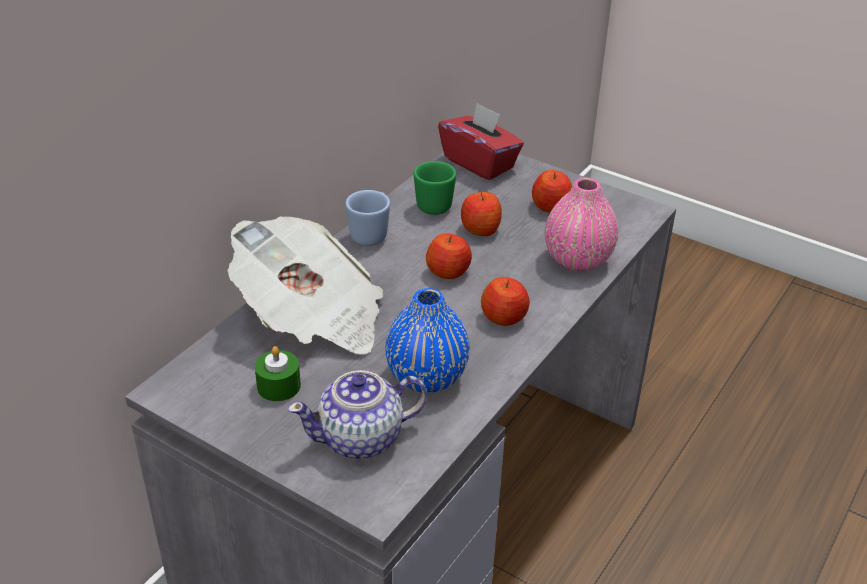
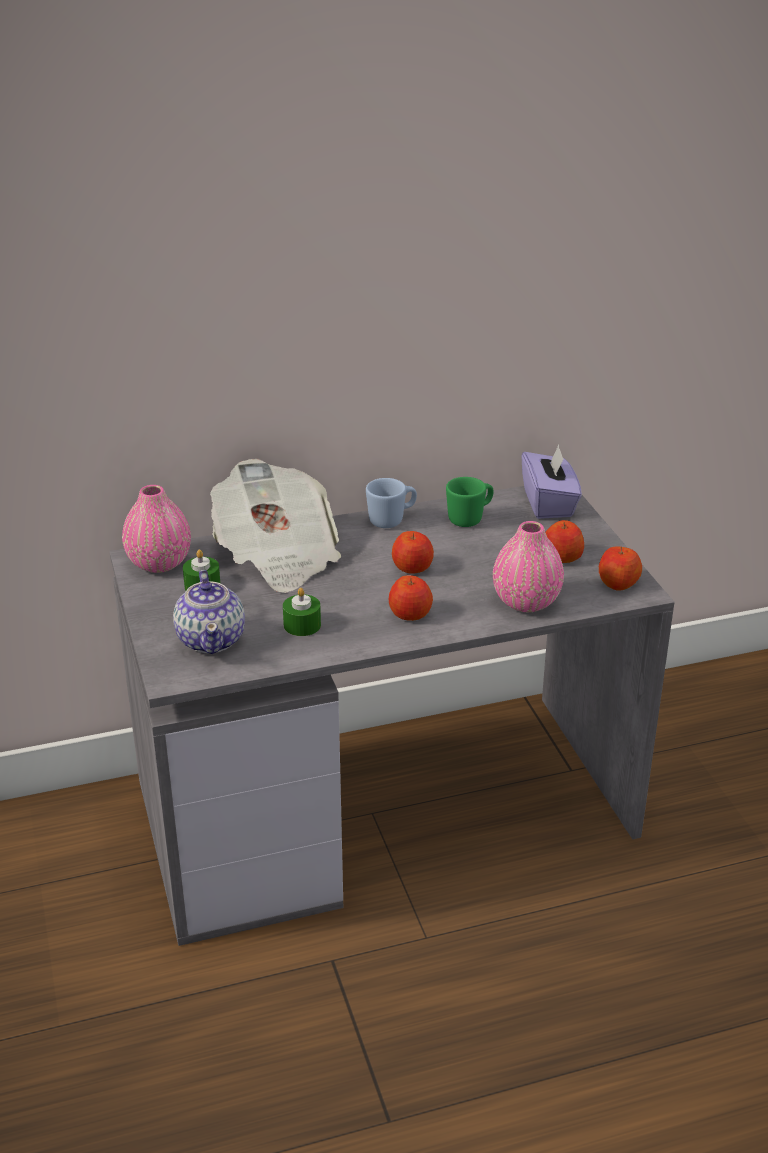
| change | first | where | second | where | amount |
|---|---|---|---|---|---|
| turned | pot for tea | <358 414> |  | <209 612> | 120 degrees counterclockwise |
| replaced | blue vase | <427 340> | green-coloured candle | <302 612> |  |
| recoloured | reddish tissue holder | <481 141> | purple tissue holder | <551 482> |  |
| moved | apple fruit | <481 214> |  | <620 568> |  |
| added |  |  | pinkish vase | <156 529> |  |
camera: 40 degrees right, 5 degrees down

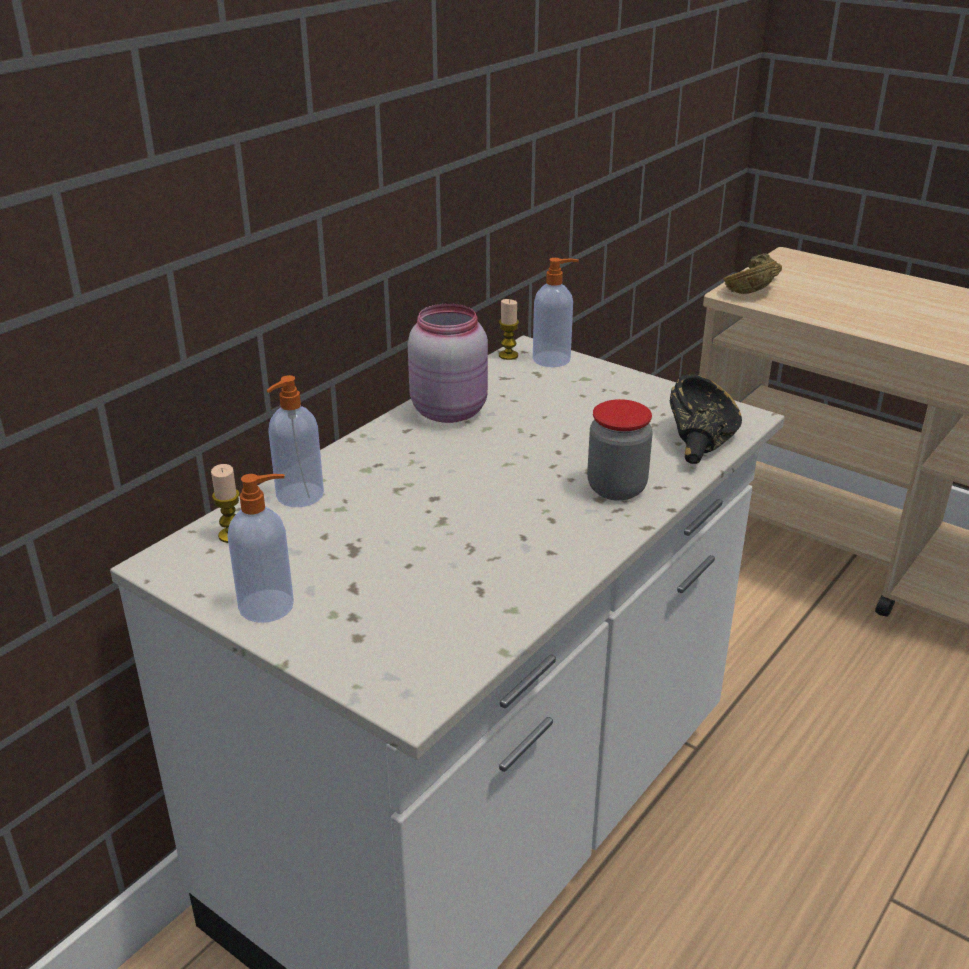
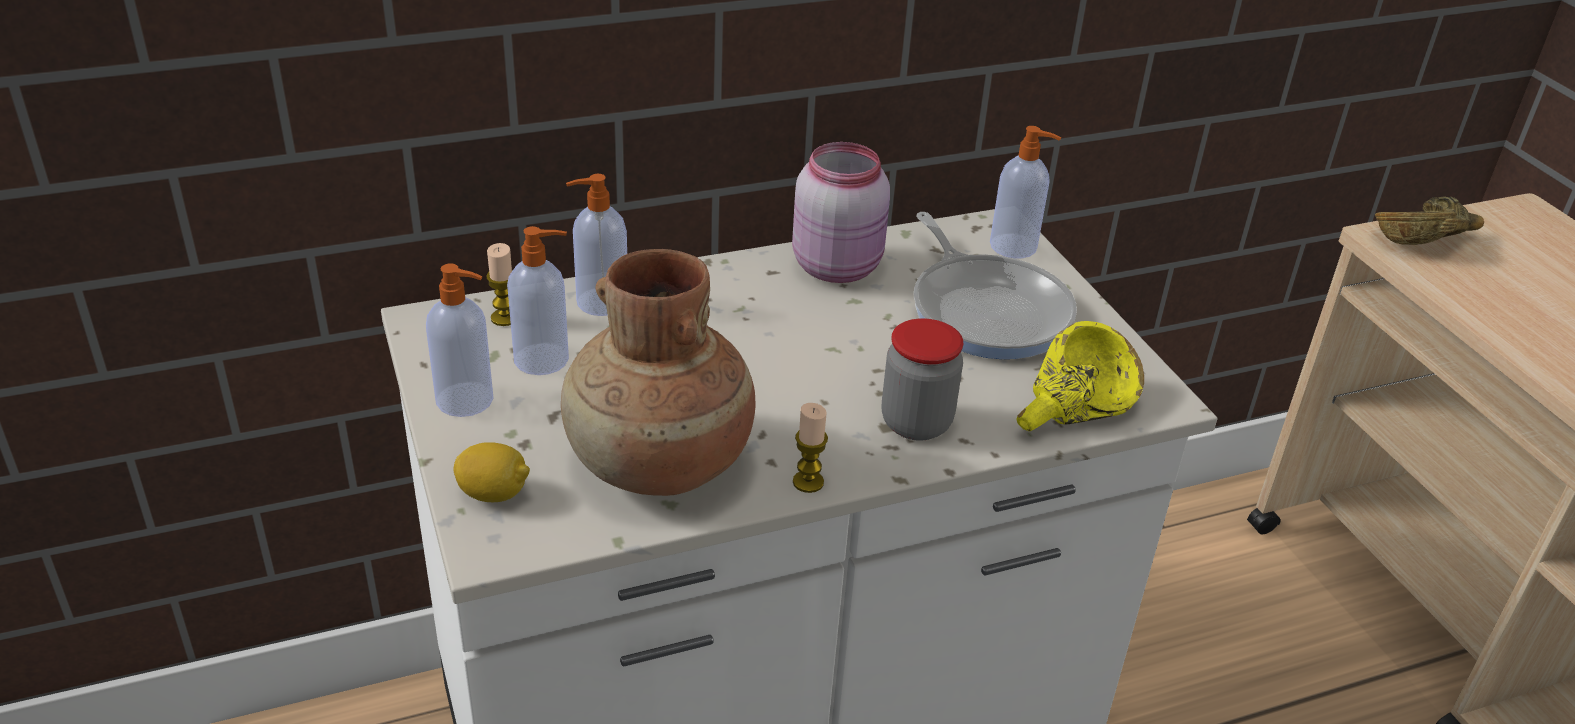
| change | first | where | second | where | amount |
|---|---|---|---|---|---|
| moved | candle | <509 329> |  | <810 448> |  |
| recoloured | black-coloured deep dish | <706 419> | yellow deep dish | <1080 376> |  |
| added |  |  | citrus fruit | <491 472> |  |
| added |  |  | liquid soap bottle | <538 300> |  |
| added |  |  | brownish vase | <658 372> |  |
| added |  |  | frying pan | <995 285> |  |
camera: 30 degrees right, 5 degrees up

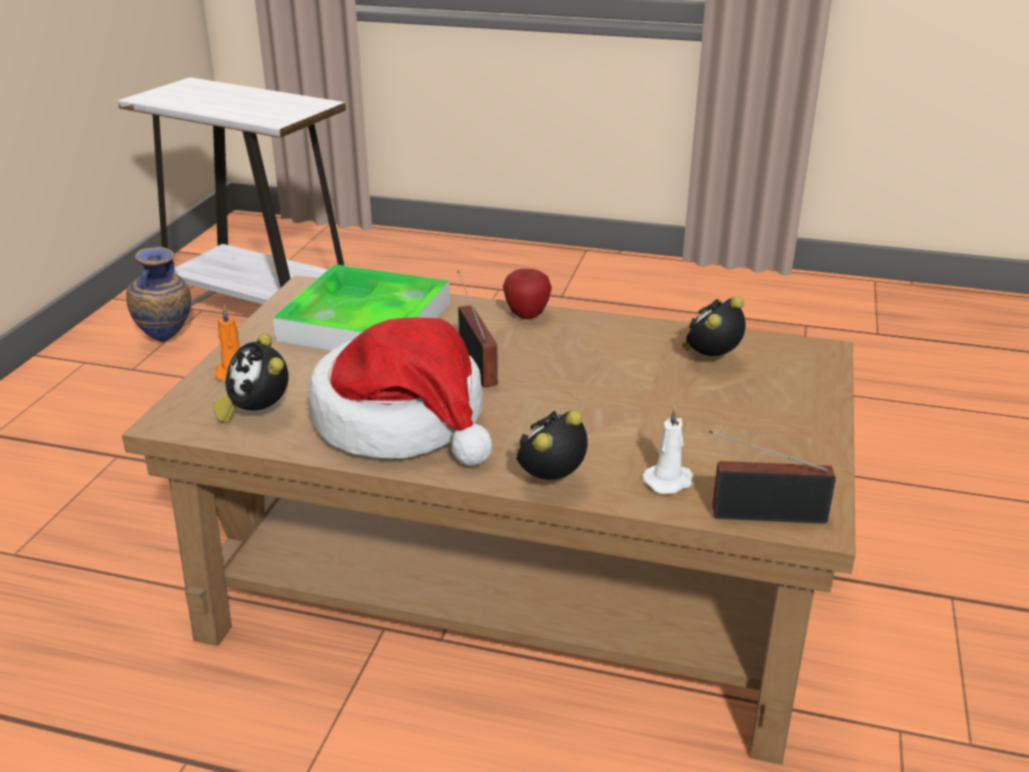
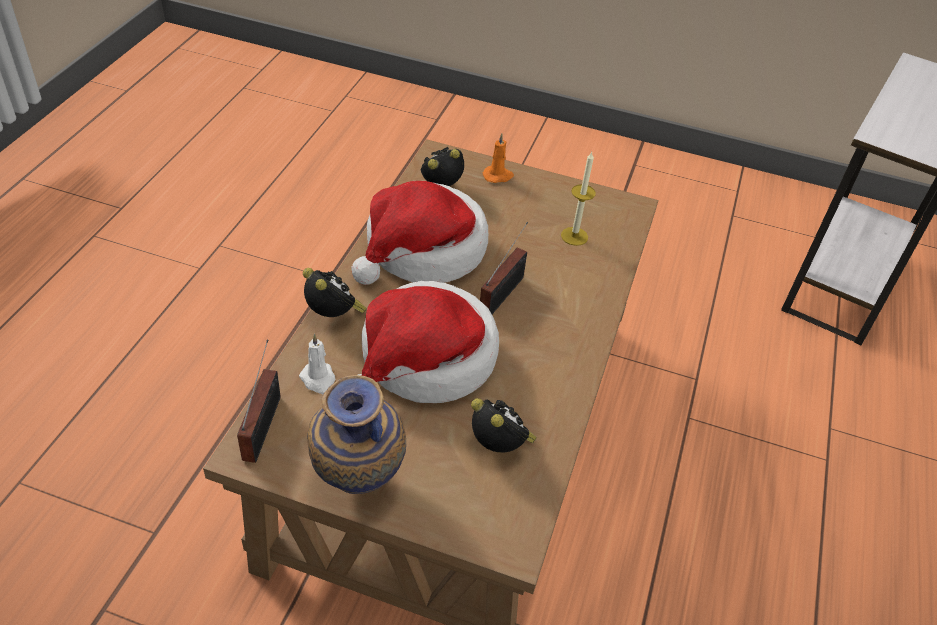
| change | first | where | second | where | amount |
|---|---|---|---|---|---|
| moved | vase | <158 294> |  | <356 434> |  |
| replaced | tray | <361 307> | candle | <578 199> |  |
| turned | radio | <478 328> |  | <504 268> | 45 degrees counterclockwise |
| removed | apple fruit | <527 294> |  |  |  |
| added |  |  | hat | <428 342> |  |
camera: 90 degrees right, 15 degrees up

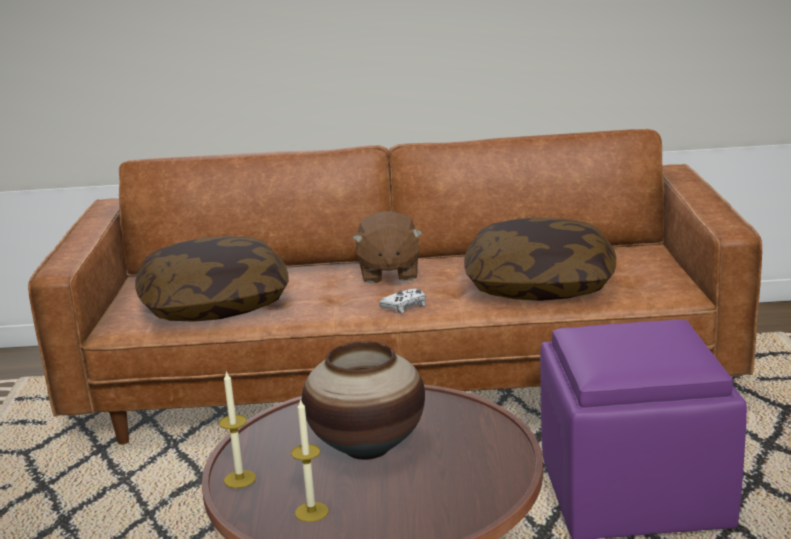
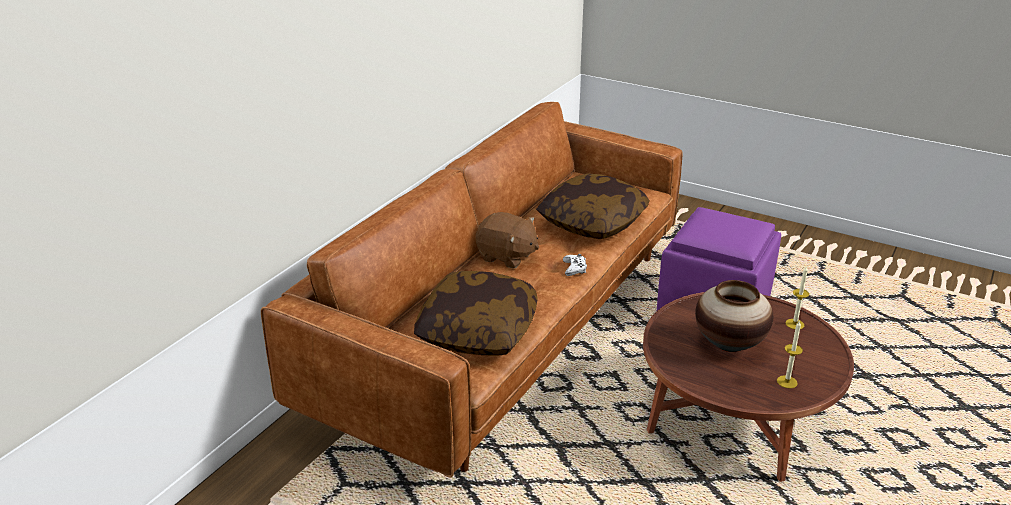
| change | first | where | second | where | amount |
|---|---|---|---|---|---|
| moved | candle | <237 429> |  | <797 297> |  |
camera: 60 degrees left, 10 degrees up

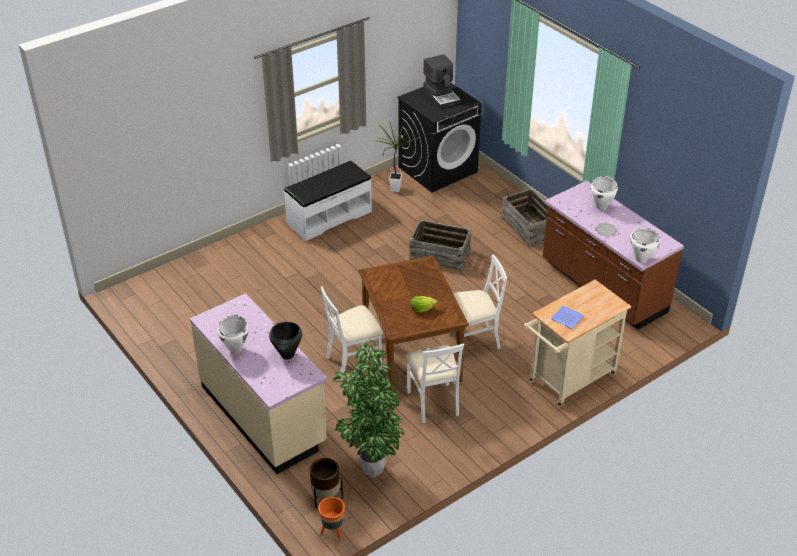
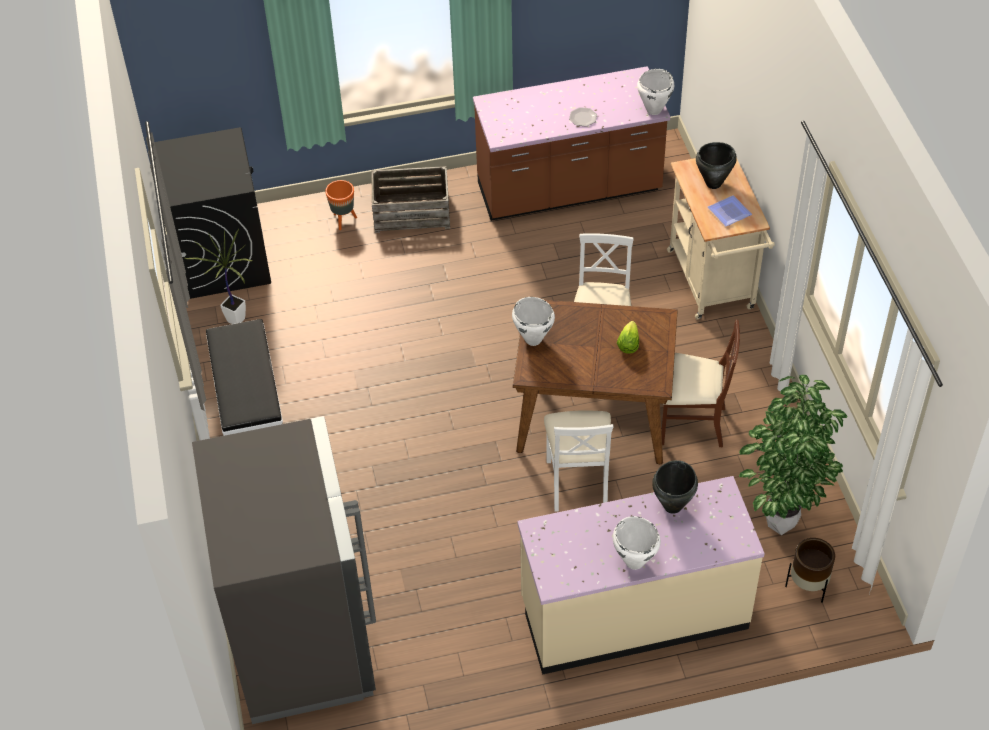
| change | first | where | second | where | amount |
|---|---|---|---|---|---|
| moved | orangey planter | <331 518> |  | <341 205> |  |
| recoloured | white upright chair | <435 383> | brownish upright chair | <700 383> |  |
| removed | packing crate | <440 246> |  |  |  |
| removed | coffee brewer | <442 81> |  |  |  |
| moved | white cooking pot | <604 193> |  | <533 321> |  |
| added |  |  | greyish kitchen fridge | <284 570> |  |
| added |  |  | black-coloured cooking pot | <716 165> |  |
camera: 65 degrees left, 10 degrees up

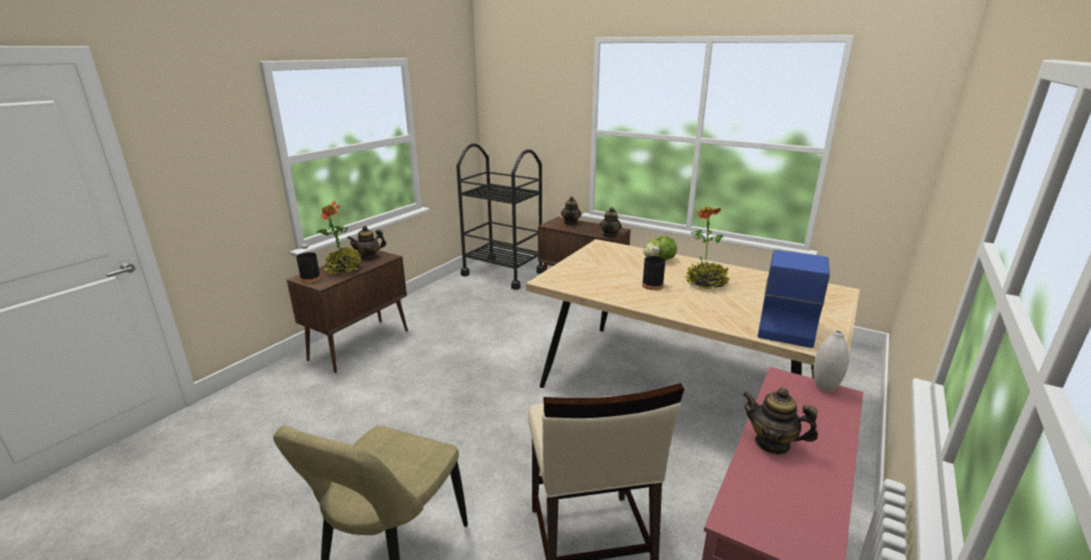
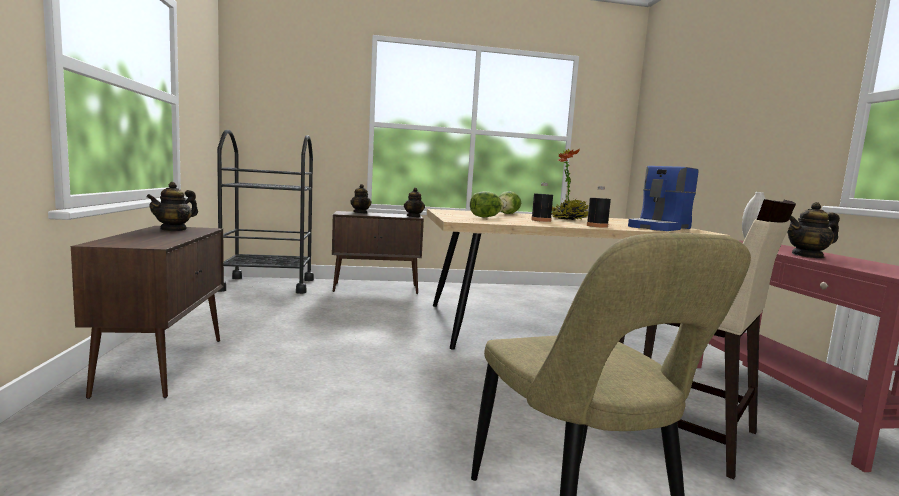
| change | first | where | second | where | amount |
|---|---|---|---|---|---|
| moved | black-coloured drink bottle | <308 263> |  | <599 207> |  |
| removed | houseplant | <339 237> |  |  |  |
| turned | coffee brewer | <794 299> |  | <663 198> | 120 degrees counterclockwise |
| added |  |  | head of lettuce | <487 204> |  |
camera: 40 degrees left, 15 degrees down

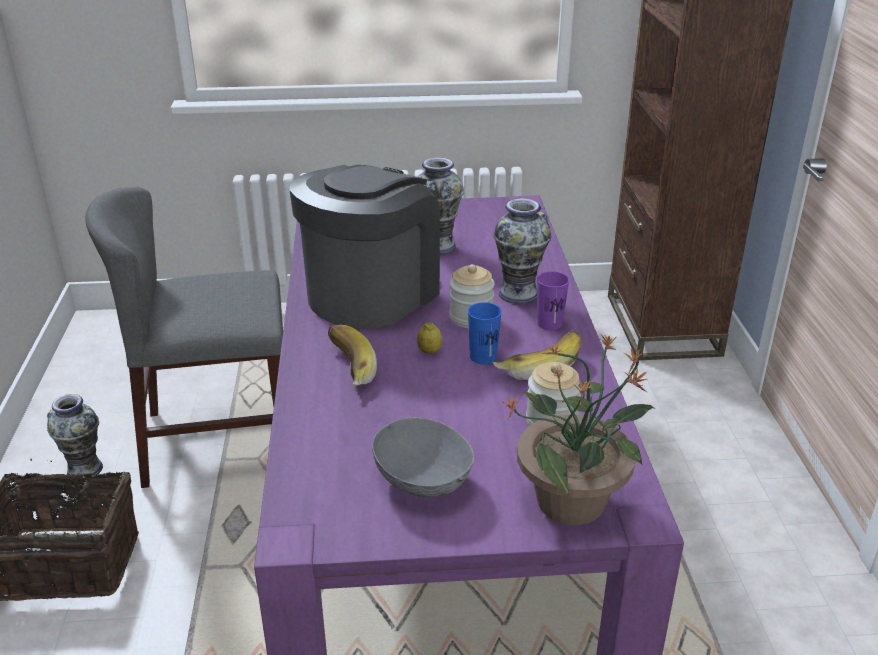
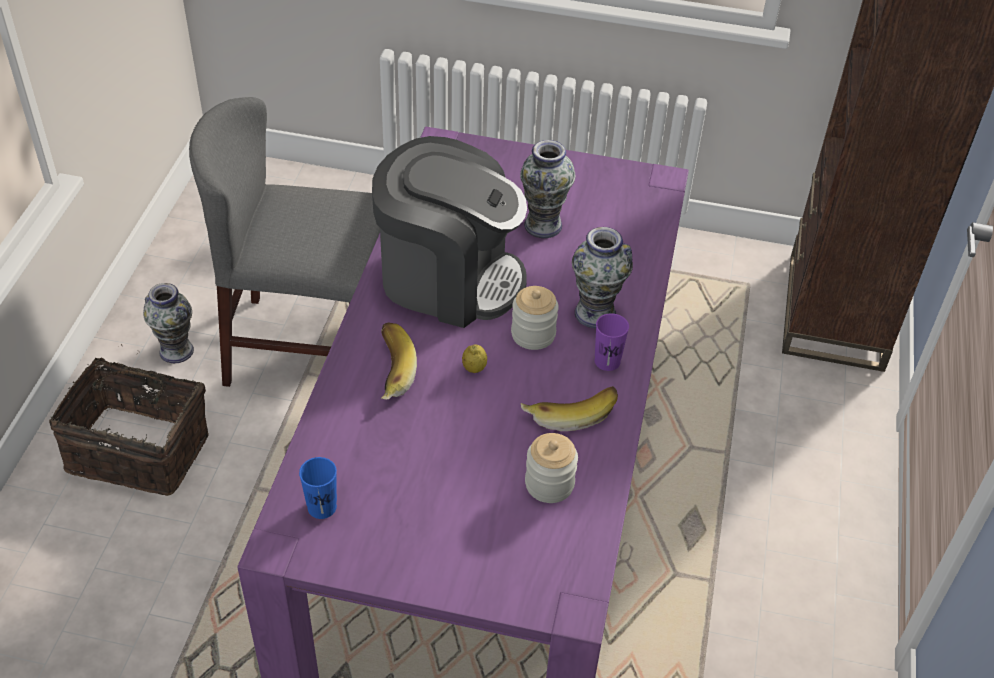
| change | first | where | second | where | amount |
|---|---|---|---|---|---|
| turned | coffee brewer | <365 246> |  | <449 232> | 60 degrees clockwise |
| removed | greyish deep dish | <423 457> |  |  |  |
| moved | blue cup | <485 333> |  | <318 488> |  |
| removed | houseplant | <578 430> |  |  |  |
camera: 15 degrees right, 15 degrees up

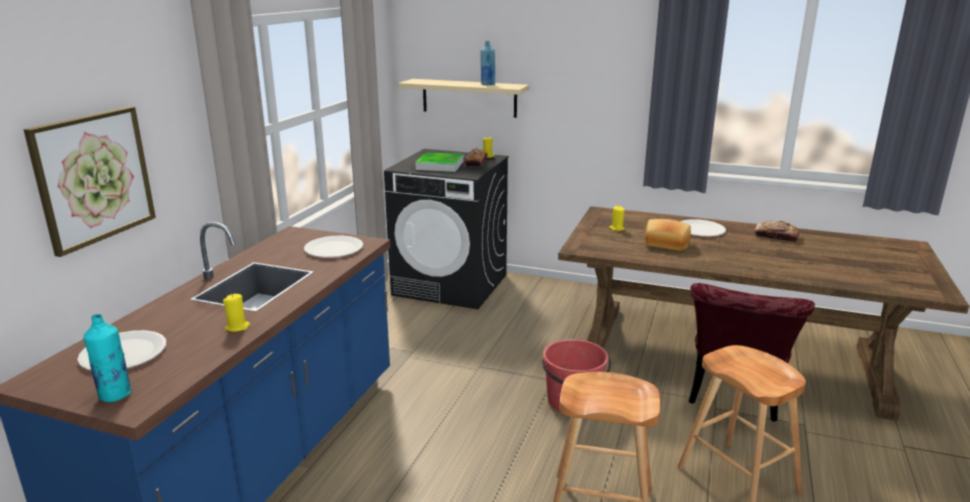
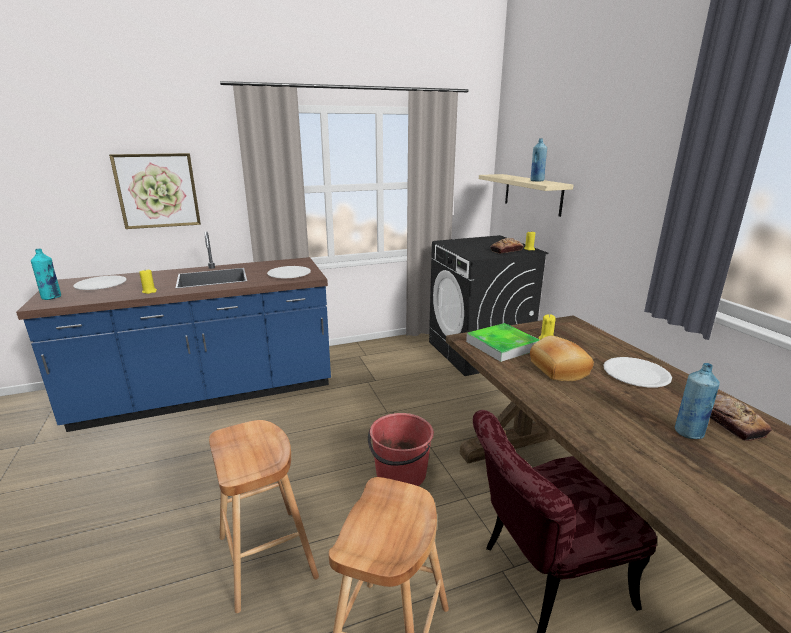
| change | first | where | second | where | amount |
|---|---|---|---|---|---|
| moved | tray | <439 162> |  | <502 342> |  |
| added |  |  | blue drink bottle | <697 401> |  |
camera: 50 degrees right, 0 degrees up

